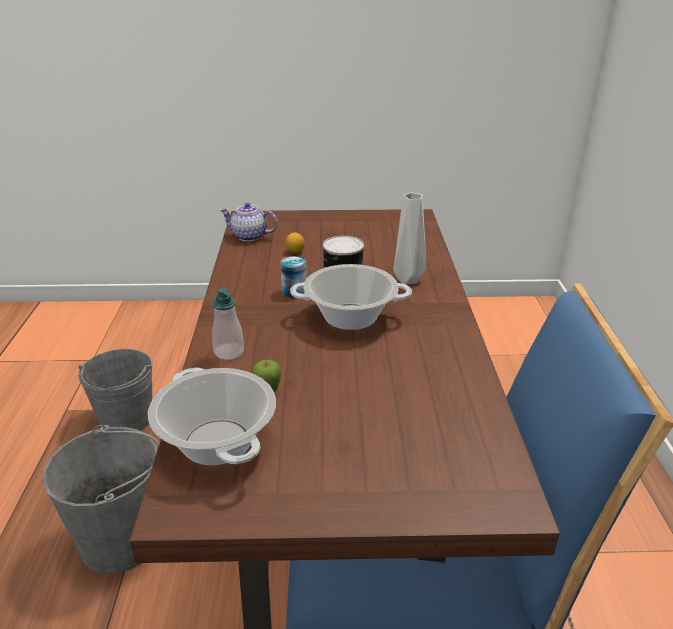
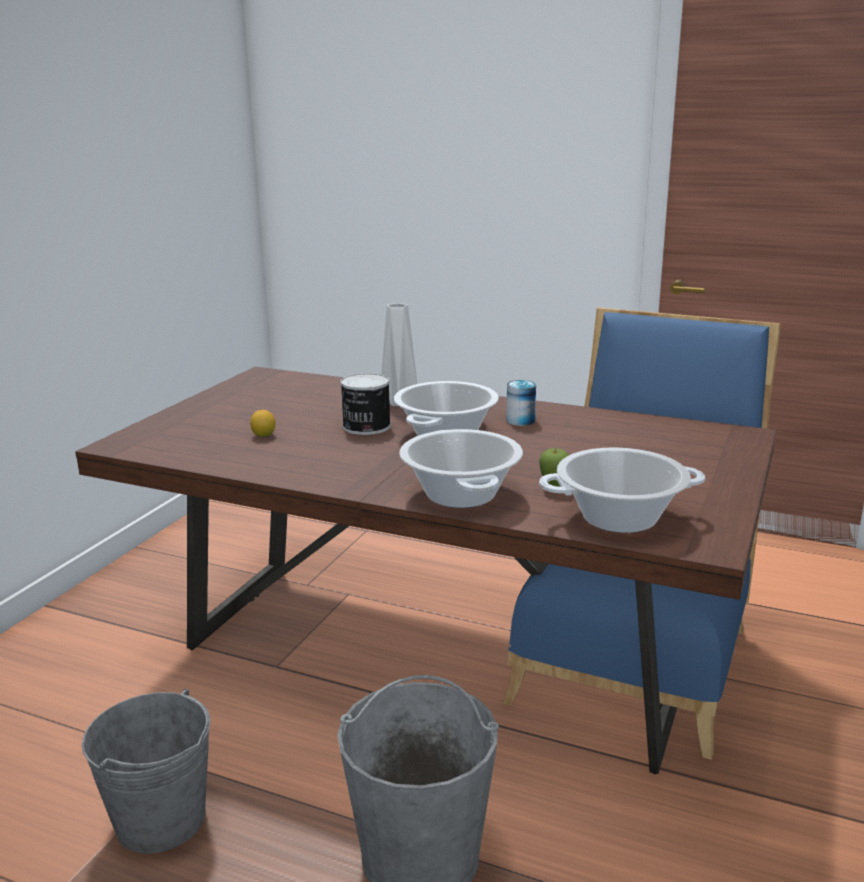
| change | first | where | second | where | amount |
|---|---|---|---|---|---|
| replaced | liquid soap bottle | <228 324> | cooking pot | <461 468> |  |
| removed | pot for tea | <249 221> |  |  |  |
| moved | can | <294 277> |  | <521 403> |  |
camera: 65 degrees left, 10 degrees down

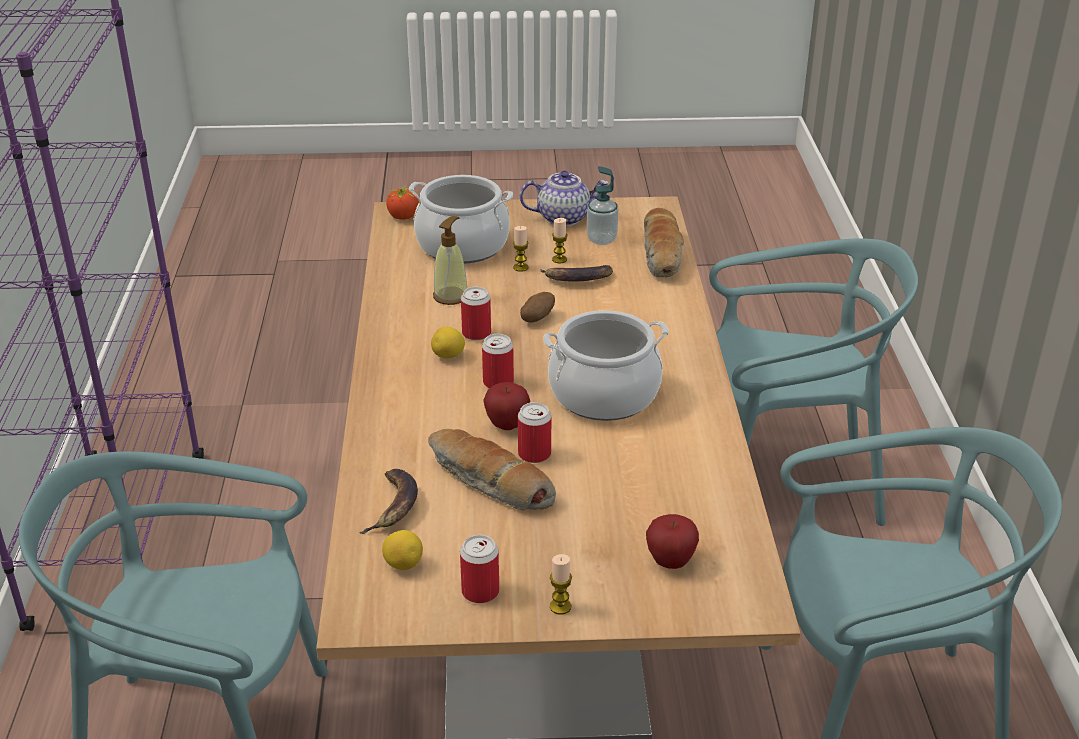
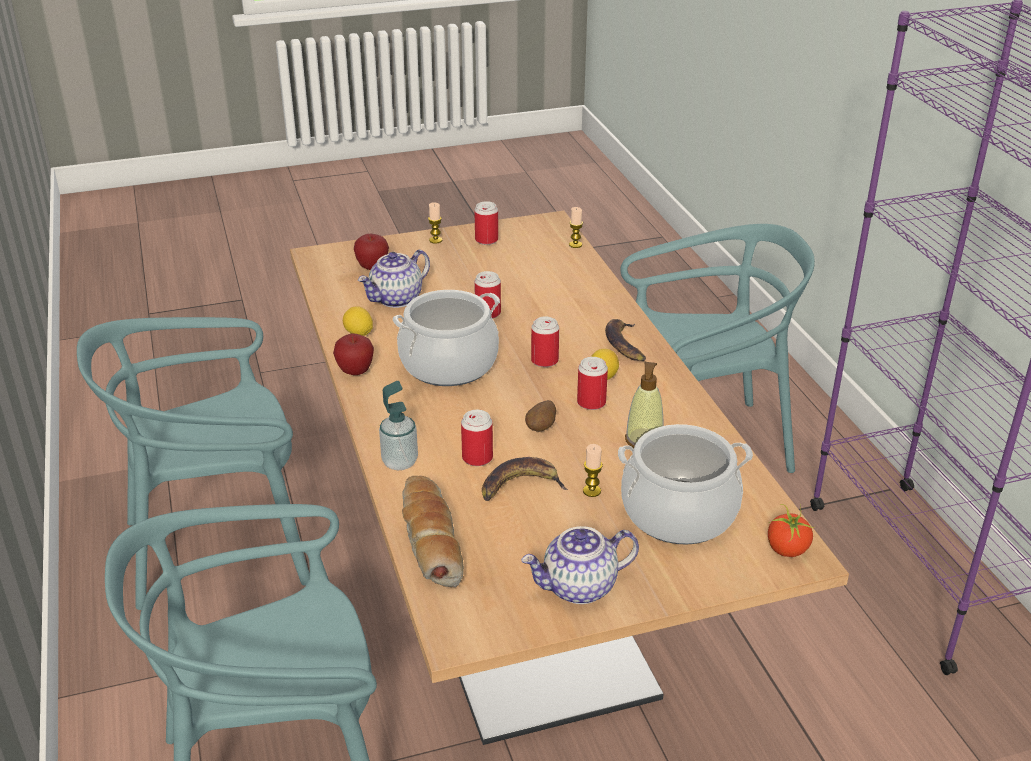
| change | first | where | second | where | amount |
|---|---|---|---|---|---|
| moved | banana fruit | <388 501> |  | <625 340> |  |
| moved | citrus fruit | <402 550> |  | <358 321> |  |
| removed | baked bread | <492 469> |  |  |  |
| moved | apple fruit | <506 406> |  | <353 354> |  |
| moved | candle | <560 240> |  | <576 227> |  |
| moved | liquid soap bottle | <602 205> |  | <398 425> |  |
| added |  |  | pot for tea | <394 279> |  |
| added |  |  | can | <477 438> |  |
camera: 165 degrees right, 0 degrees up

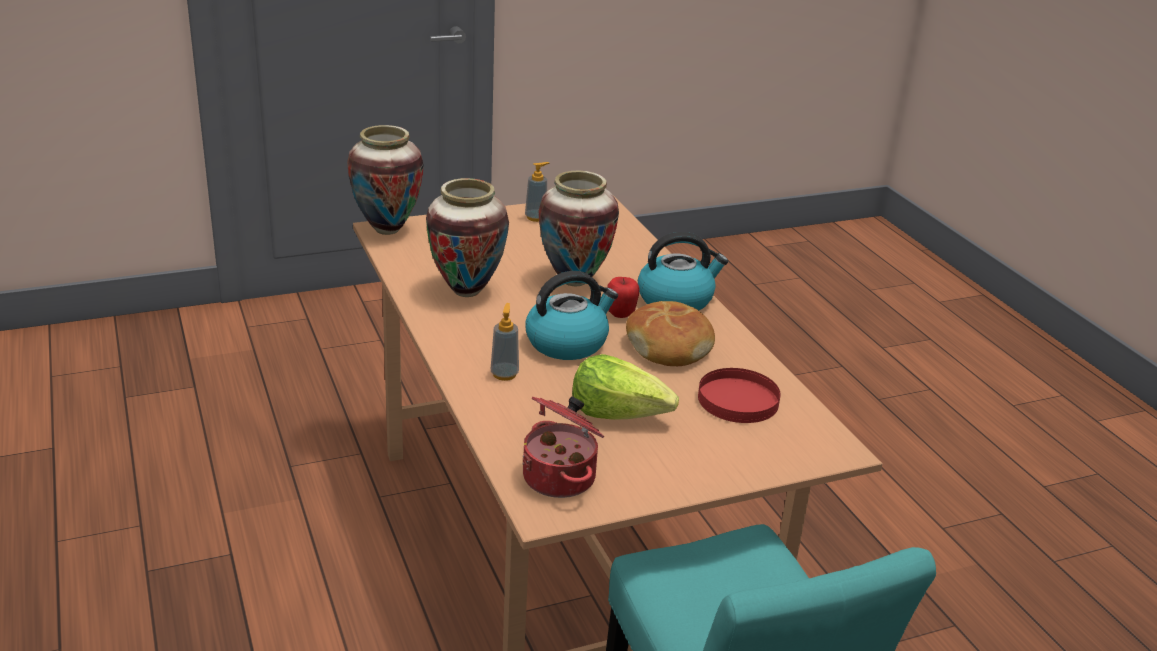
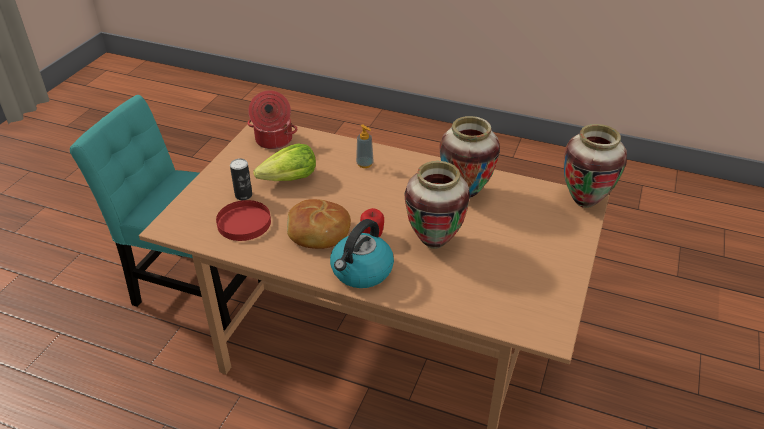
| change | first | where | second | where | amount |
|---|---|---|---|---|---|
| removed | liquid soap bottle | <537 192> |  |  |  |
| removed | kettle | <571 315> |  |  |  |
| added |  |  | can | <241 179> |  |
camera: 135 degrees right, 10 degrees up

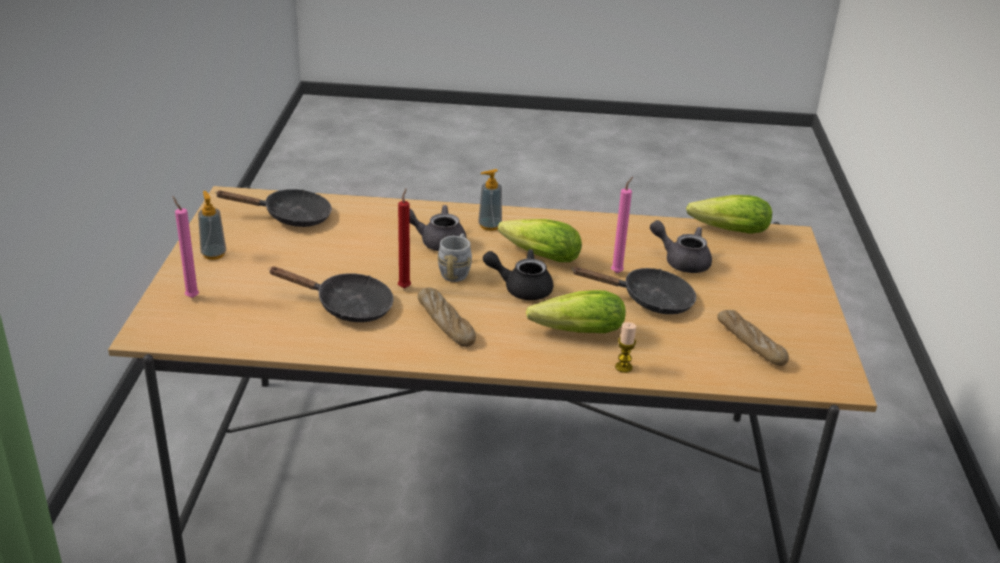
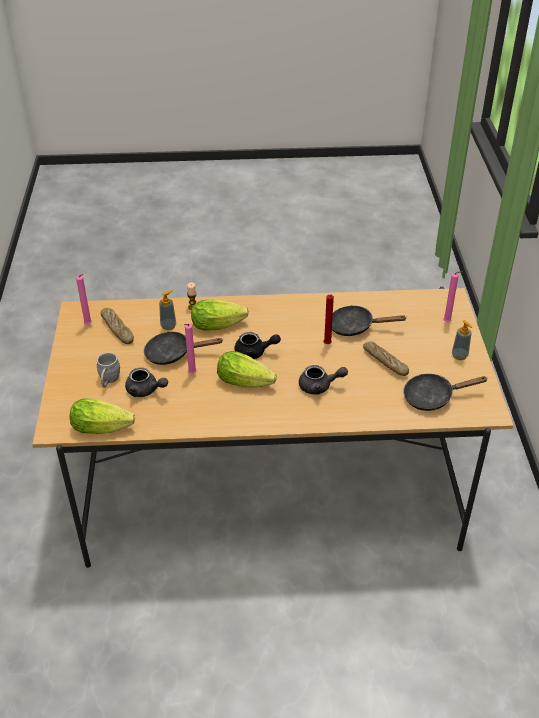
| change | first | where | second | where | amount |
|---|---|---|---|---|---|
| moved | baked bread | <447 317> |  | <386 359> |  |
| moved | greyish coffee mug | <455 257> |  | <108 370> |  |
| moved | liquid soap bottle | <490 200> |  | <167 310> |  |
| added |  |  | pinkish candle | <84 299> |  |
camera: 175 degrees right, 10 degrees up

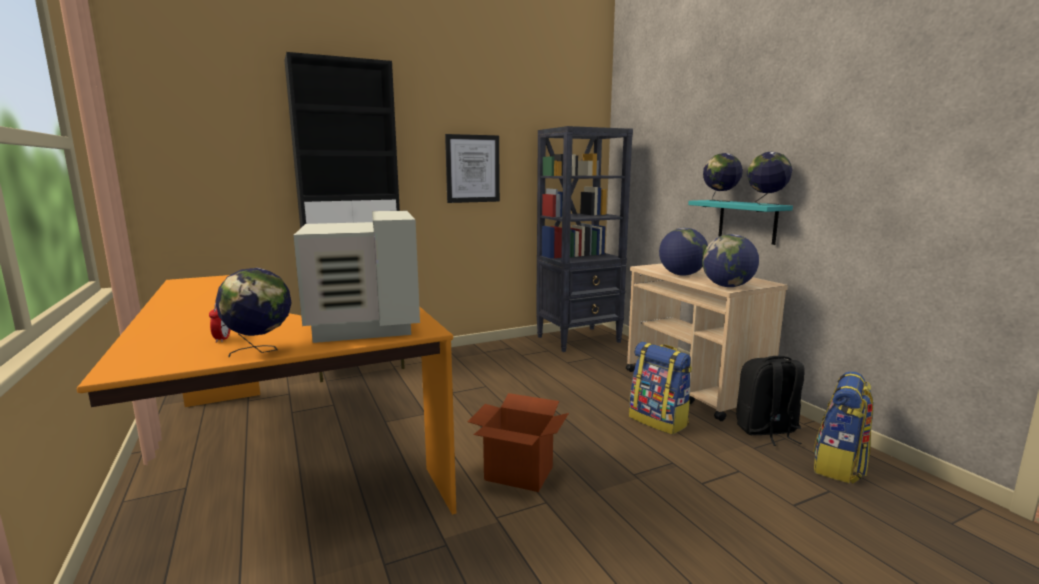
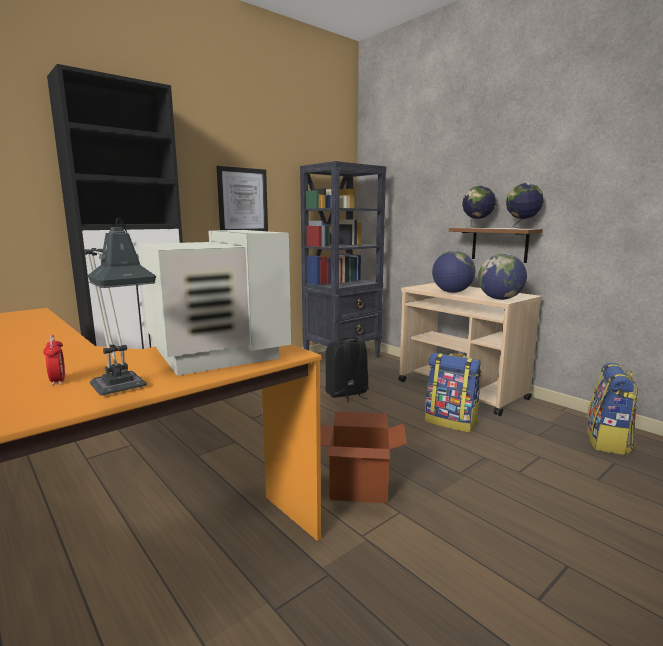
| change | first | where | second | where | amount |
|---|---|---|---|---|---|
| replaced | desk globe | <253 312> | table lamp | <120 306> |  |
| recoloured | turquoise shelf | <740 222> | brownish shelf | <496 245> |  |
| moved | black-coloured backpack | <770 401> |  | <347 369> |  |
camera: 15 degrees left, 0 degrees up

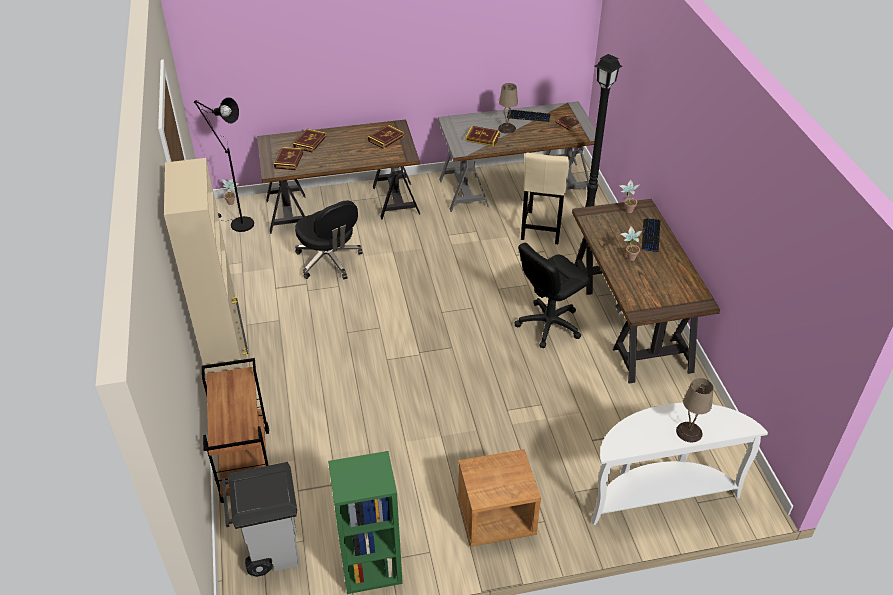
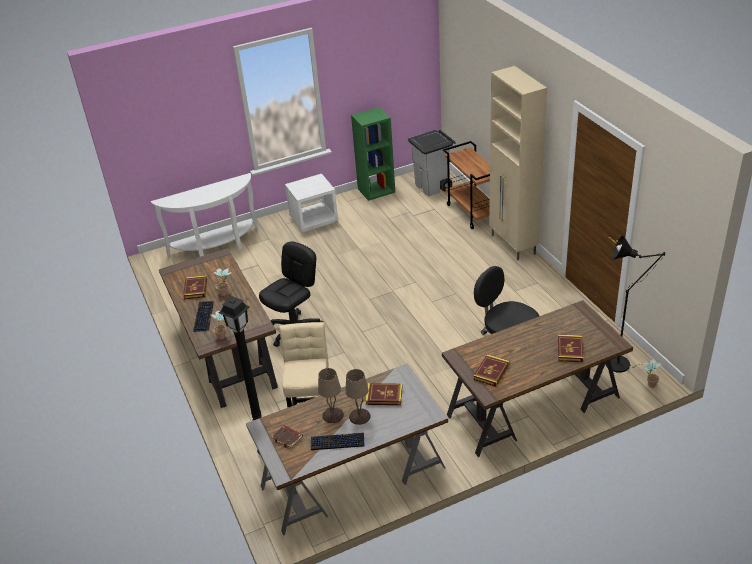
| change | first | where | second | where | amount |
|---|---|---|---|---|---|
| moved | bound book | <289 158> |  | <195 287> |  |
| recoloured | brownish night table | <499 498> | white night table | <311 203> |  |
| moved | beige-coloured table lamp | <695 410> |  | <331 395> |  |
camera: 170 degrees right, 5 degrees down

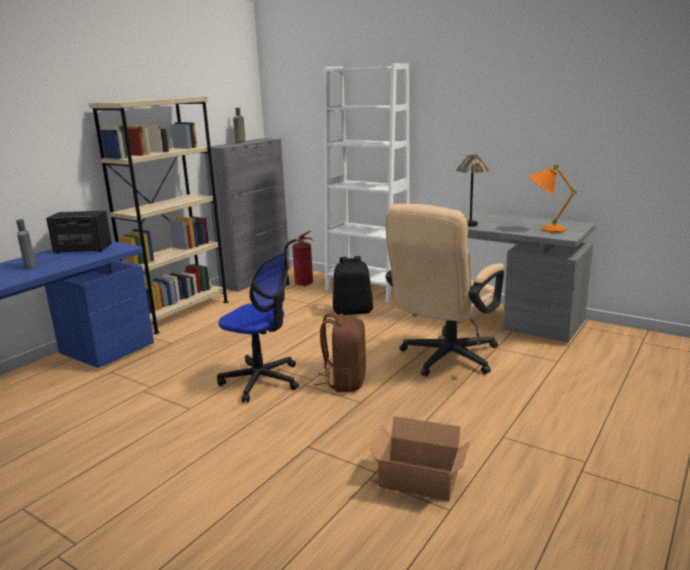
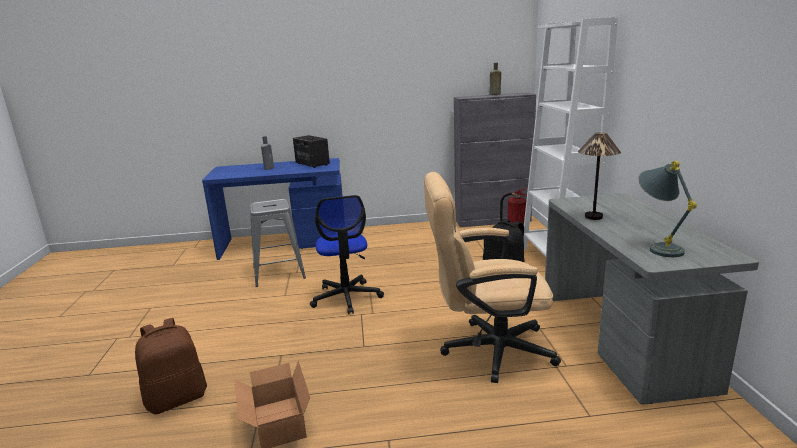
| change | first | where | second | where | amount |
|---|---|---|---|---|---|
| removed | beige-coloured bookcase | <158 215> |  |  |  |
| moved | brownish backpack | <340 352> |  | <171 366> |  |
| recoloured | orangey table lamp | <553 198> | greyish table lamp | <668 209> |  |
| added |  |  | greyish stool seat | <278 243> |  |
camera: 50 degrees right, 0 degrees up

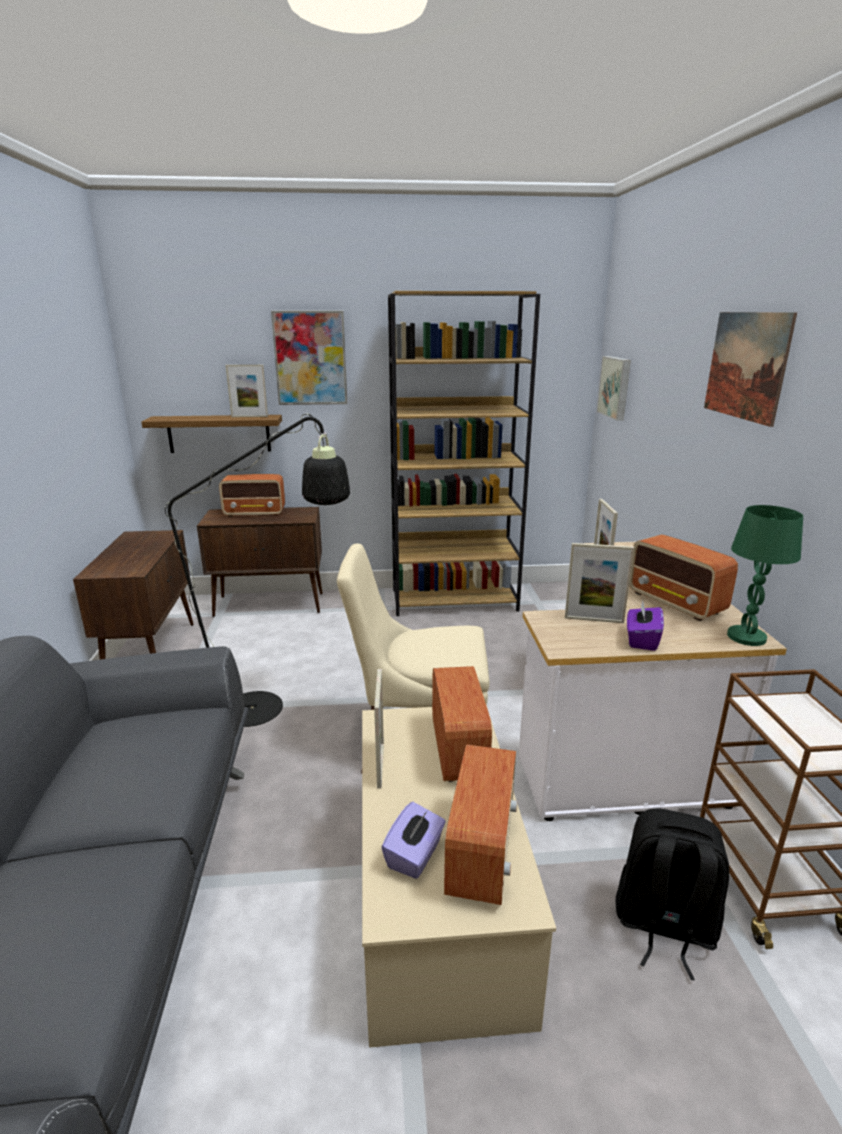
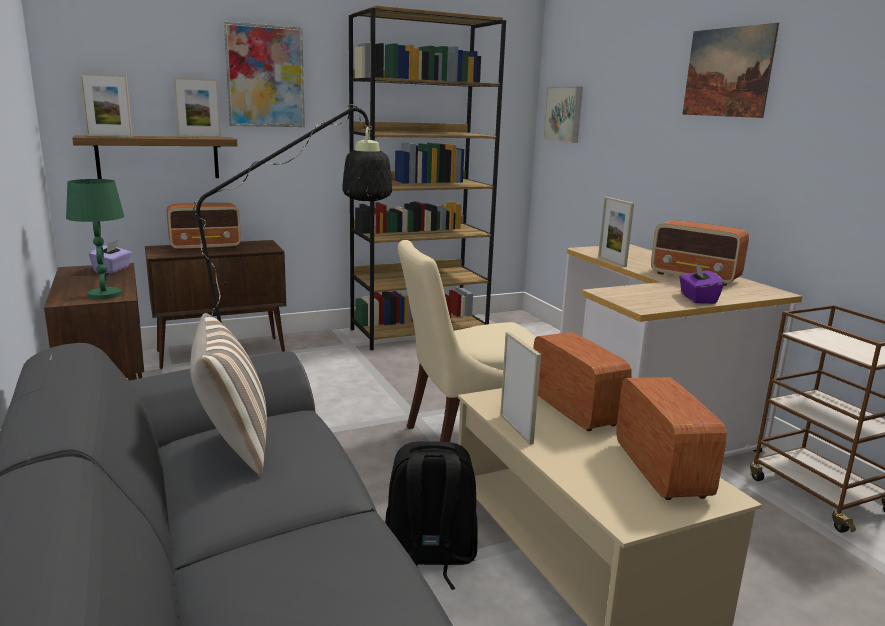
| change | first | where | second | where | amount |
|---|---|---|---|---|---|
| moved | purple tissue holder | <414 840> |  | <110 256> |  |
| moved | photo frame | <599 583> |  | <106 105> |  |
| moved | black-coloured backpack | <672 894> |  | <431 515> |  |
| moved | green-coloured table lamp | <765 575> |  | <95 239> |  |
| added |  |  | throw pillow | <228 394> |  |
camera: 20 degrees left, 5 degrees down

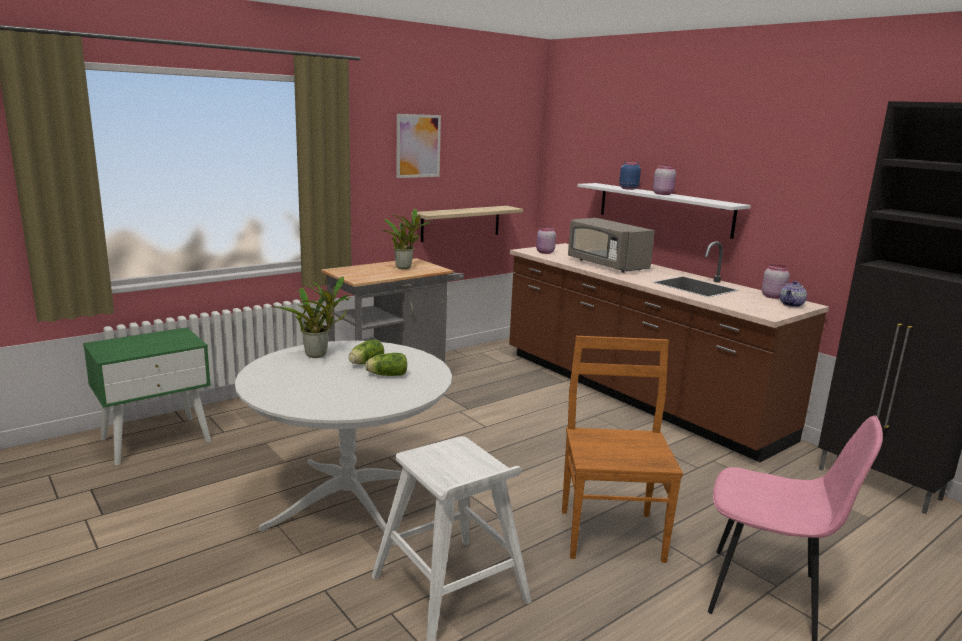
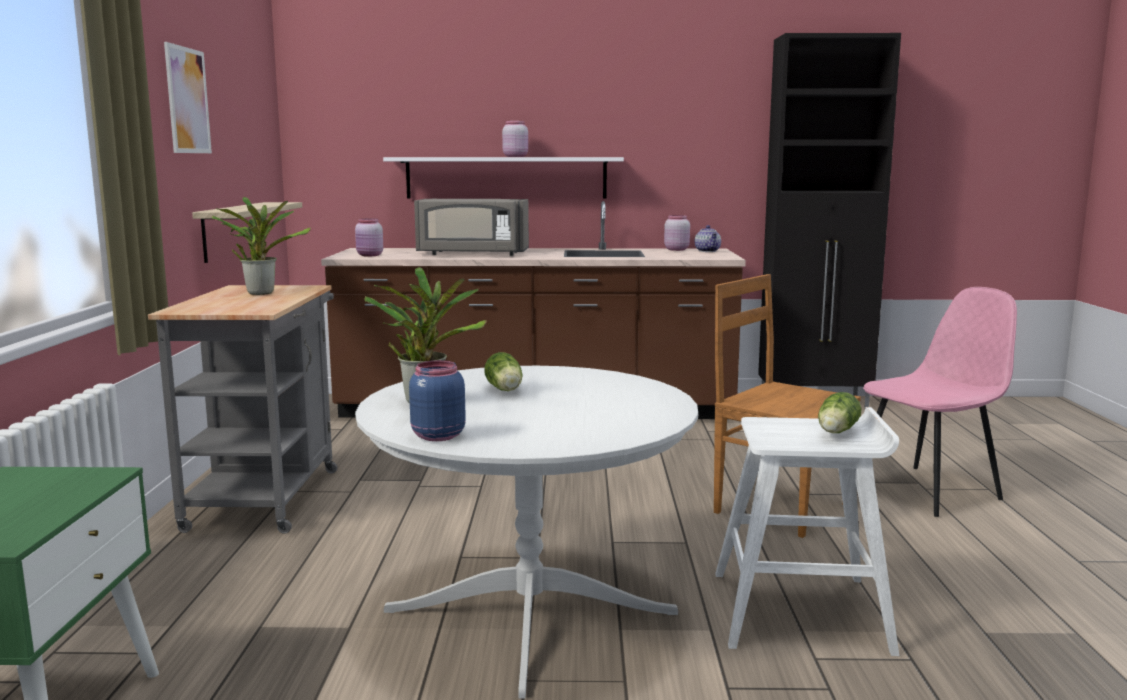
| change | first | where | second | where | amount |
|---|---|---|---|---|---|
| moved | head of lettuce | <386 364> |  | <840 412> |  |
| moved | blue storage jar | <630 175> |  | <437 400> |  |
camera: 50 degrees left, 5 degrees down

